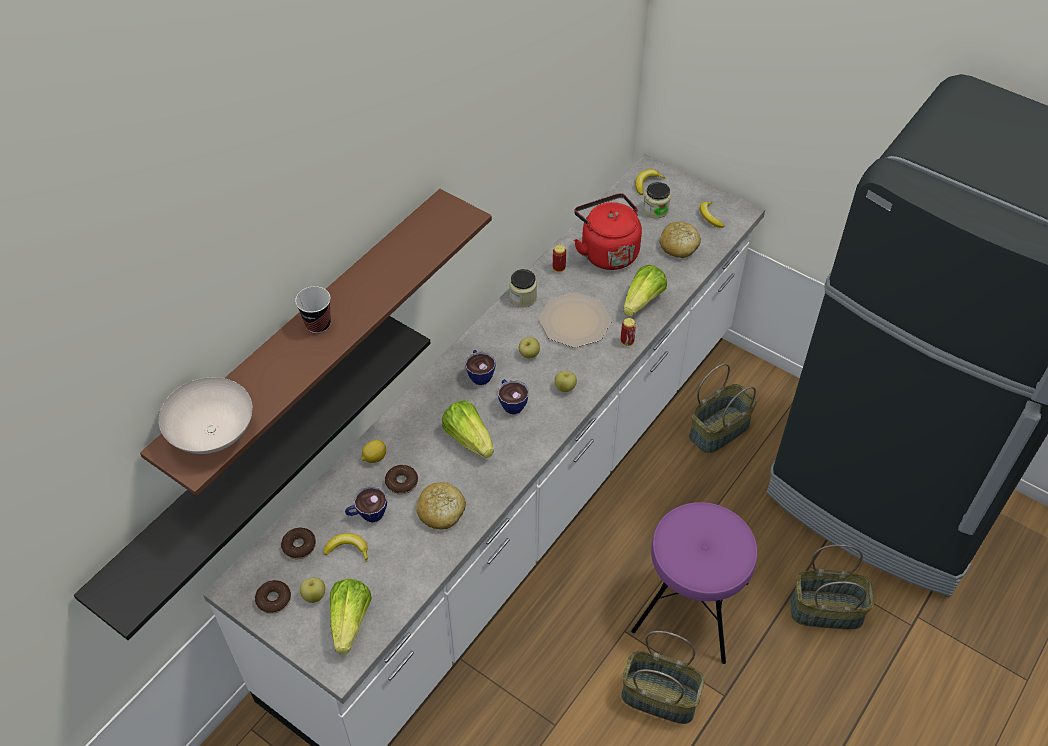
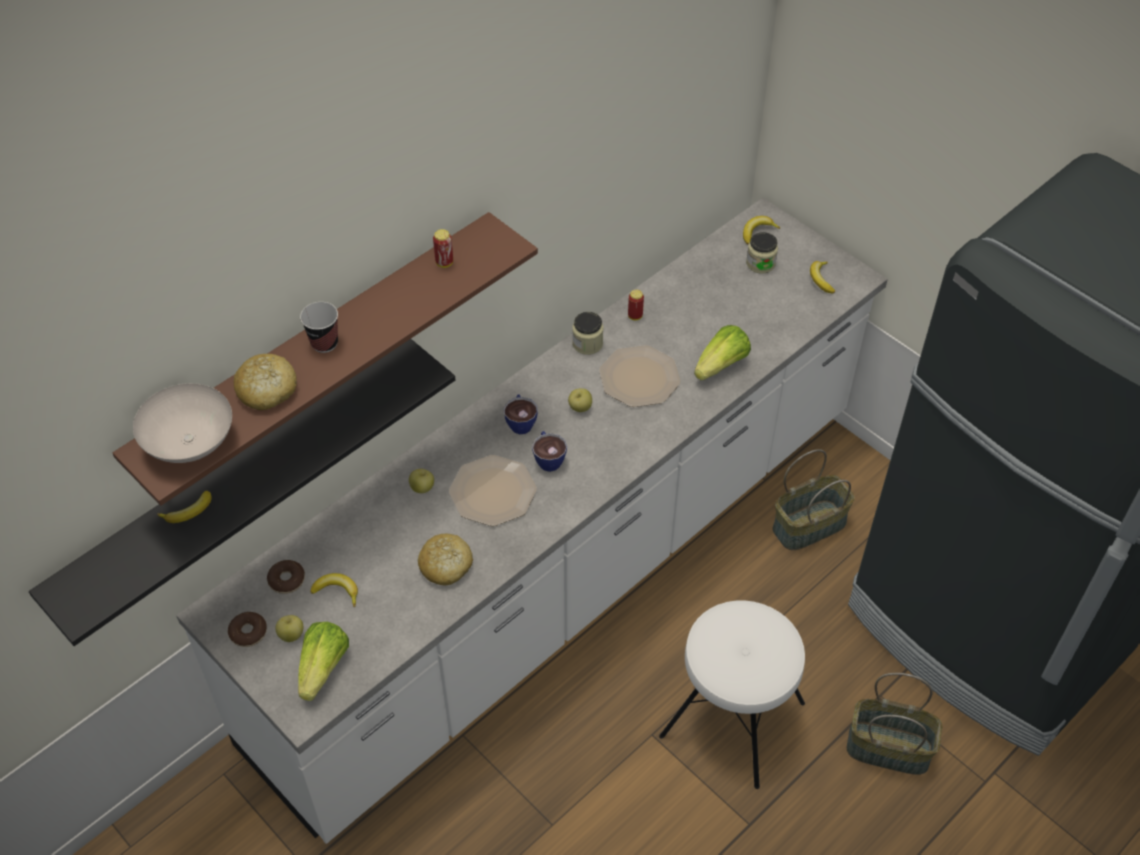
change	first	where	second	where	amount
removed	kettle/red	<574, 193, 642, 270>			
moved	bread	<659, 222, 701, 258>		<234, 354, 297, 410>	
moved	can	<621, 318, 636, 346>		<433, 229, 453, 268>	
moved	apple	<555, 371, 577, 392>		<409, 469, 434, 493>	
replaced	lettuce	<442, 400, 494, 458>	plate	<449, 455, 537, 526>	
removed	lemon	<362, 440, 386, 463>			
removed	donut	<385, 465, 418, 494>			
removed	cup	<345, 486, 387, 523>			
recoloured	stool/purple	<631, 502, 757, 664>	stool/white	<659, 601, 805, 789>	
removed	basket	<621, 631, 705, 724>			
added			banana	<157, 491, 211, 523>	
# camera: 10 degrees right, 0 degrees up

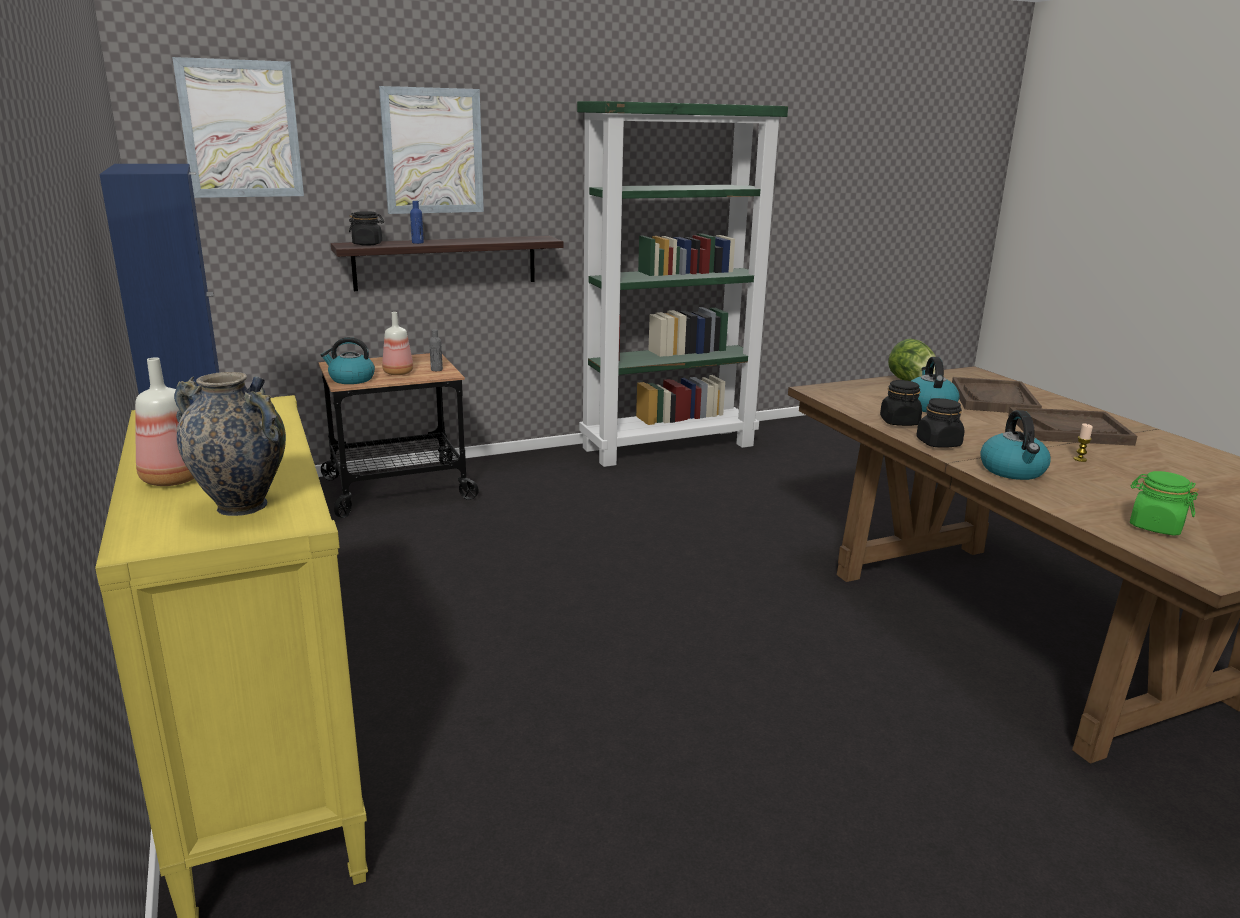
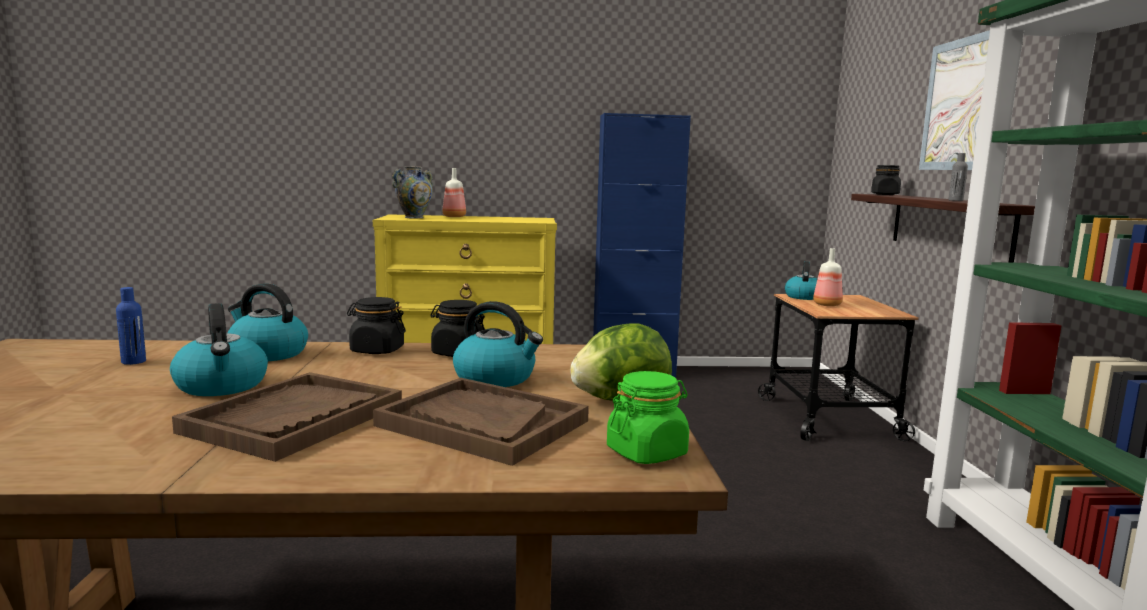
change	first	where	second	where	amount
removed	picture	<172, 57, 304, 198>			
moved	bottle/blue	<410, 201, 424, 244>		<116, 287, 146, 365>	
moved	bottle/grey	<429, 329, 443, 371>		<948, 153, 968, 201>	
replaced	candle	<1073, 423, 1093, 462>	kettle	<170, 303, 268, 396>	
moved	jar/green	<1130, 471, 1199, 535>		<607, 371, 689, 464>	
# camera: 110 degrees right, 10 degrees down

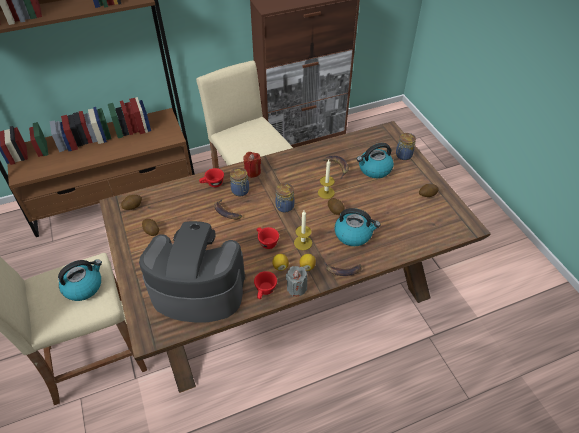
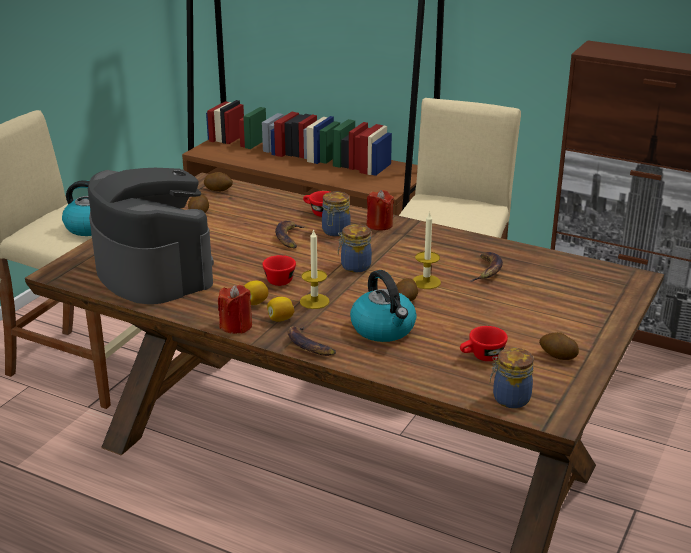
change	first	where	second	where	amount
moved	jar	<396, 133, 416, 160>		<490, 348, 534, 408>	
removed	kettle	<357, 143, 394, 178>			
recoloured	candle/grey	<286, 266, 307, 297>	candle/red	<218, 285, 252, 334>	
moved	cup/red	<254, 271, 277, 299>		<460, 326, 508, 361>	
# camera: 50 degrees right, 20 degrees down

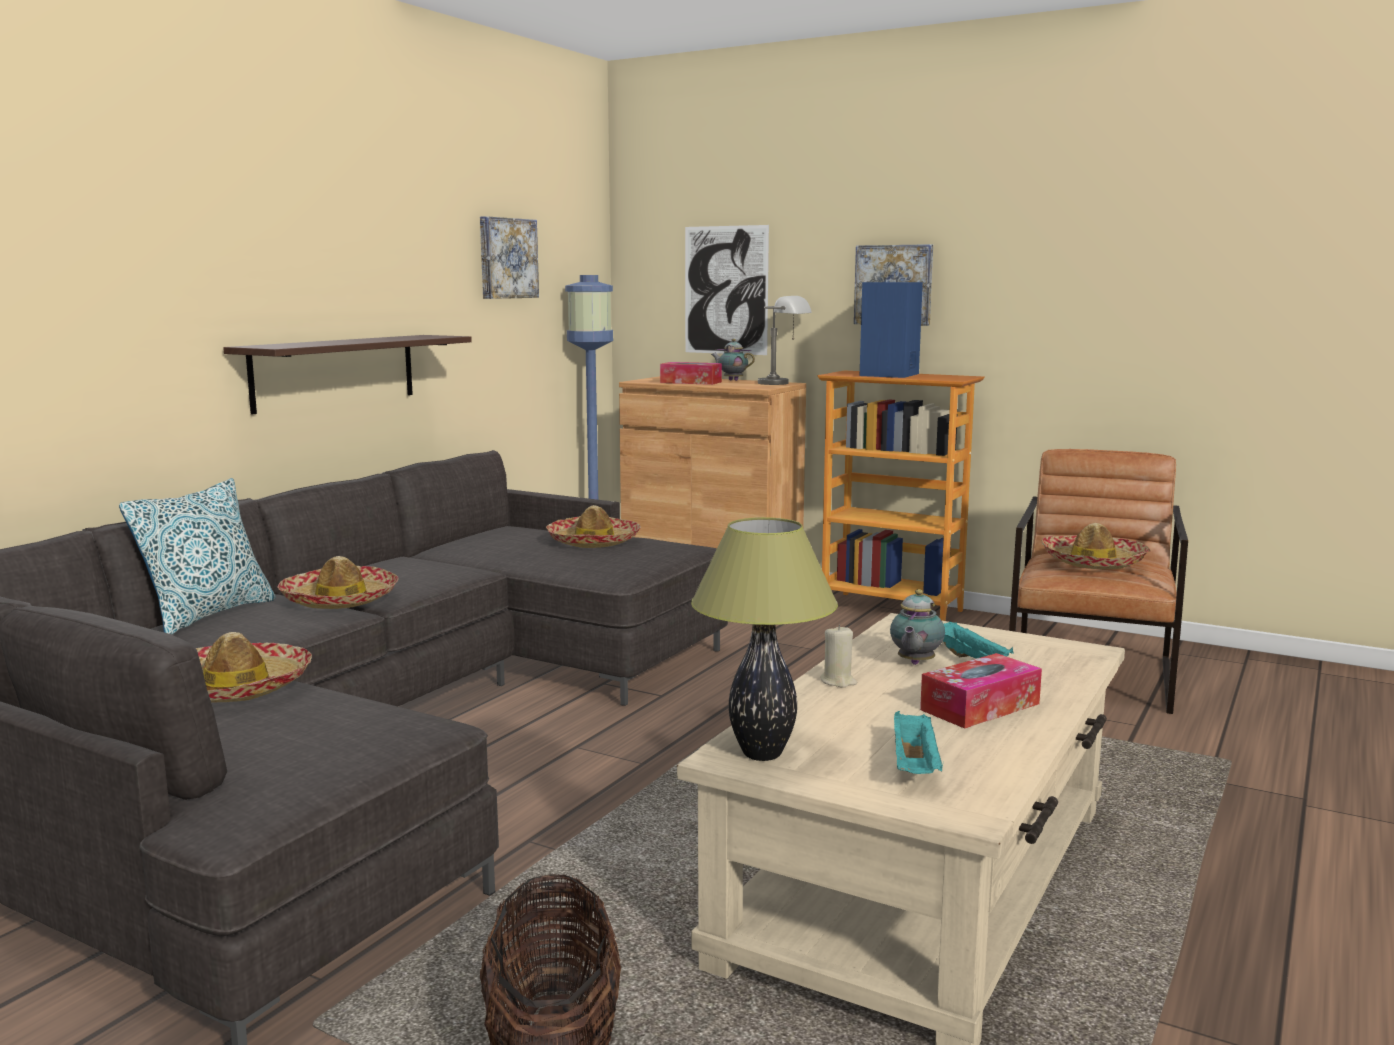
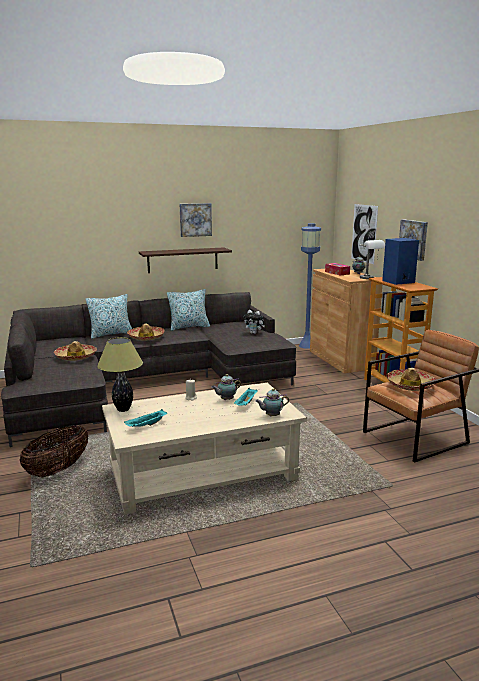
change	first	where	second	where	amount
moved	picture	<480, 216, 539, 299>		<180, 203, 212, 237>	
replaced	hat	<546, 505, 641, 548>	plush toy	<244, 310, 265, 334>	
removed	tissue box	<920, 653, 1042, 728>			
added			pillow	<167, 289, 210, 331>	
added			teapot	<255, 388, 289, 416>	
# camera: 40 degrees right, 5 degrees up

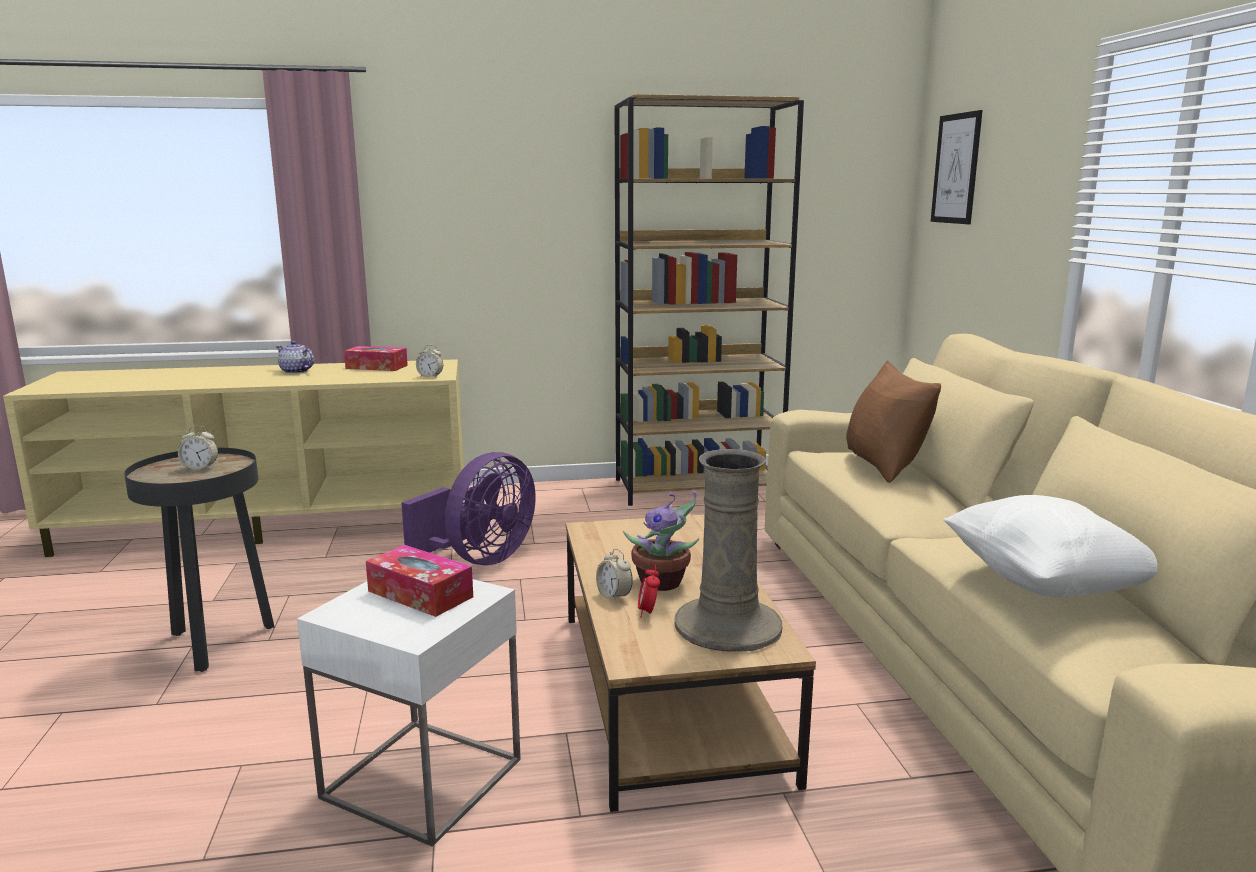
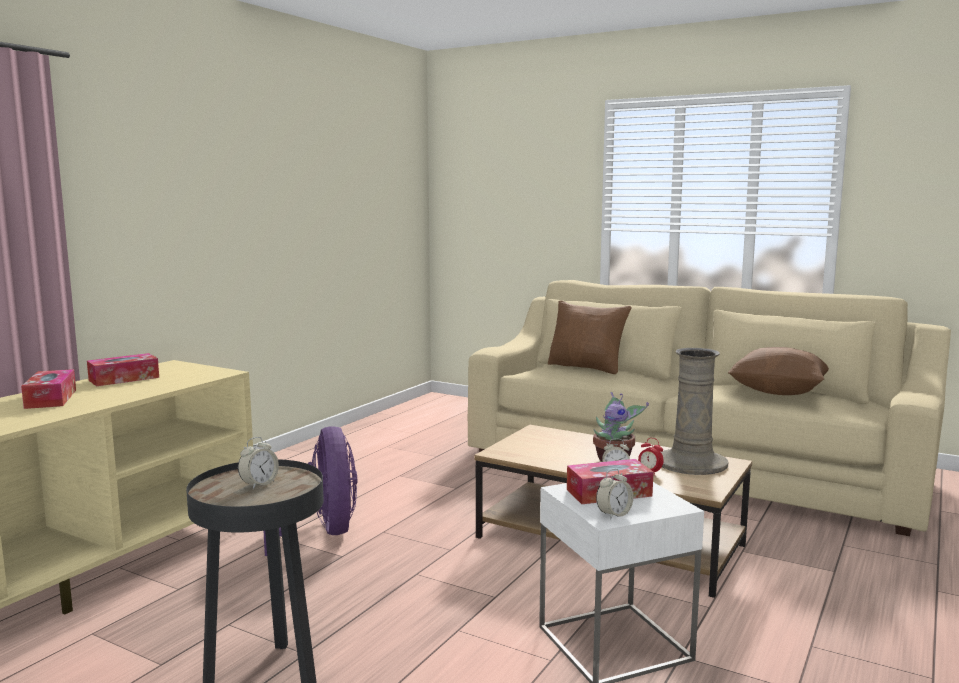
change	first	where	second	where	amount
removed	bookcase/brown	<615, 94, 804, 506>			
removed	picture	<931, 110, 983, 224>			
replaced	teapot	<276, 341, 314, 374>	tissue box	<21, 369, 76, 409>	
moved	alarm clock	<416, 345, 443, 378>		<596, 469, 633, 520>	
recoloured	pillow/white	<943, 495, 1158, 597>	pillow/brown	<728, 347, 829, 395>	
# camera: 50 degrees left, 5 degrees down

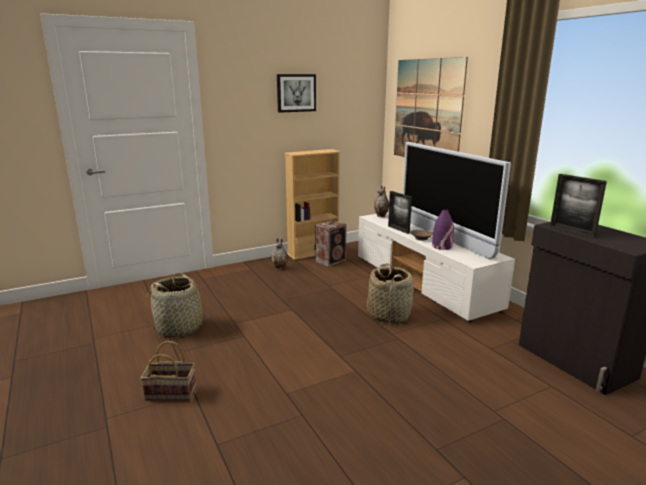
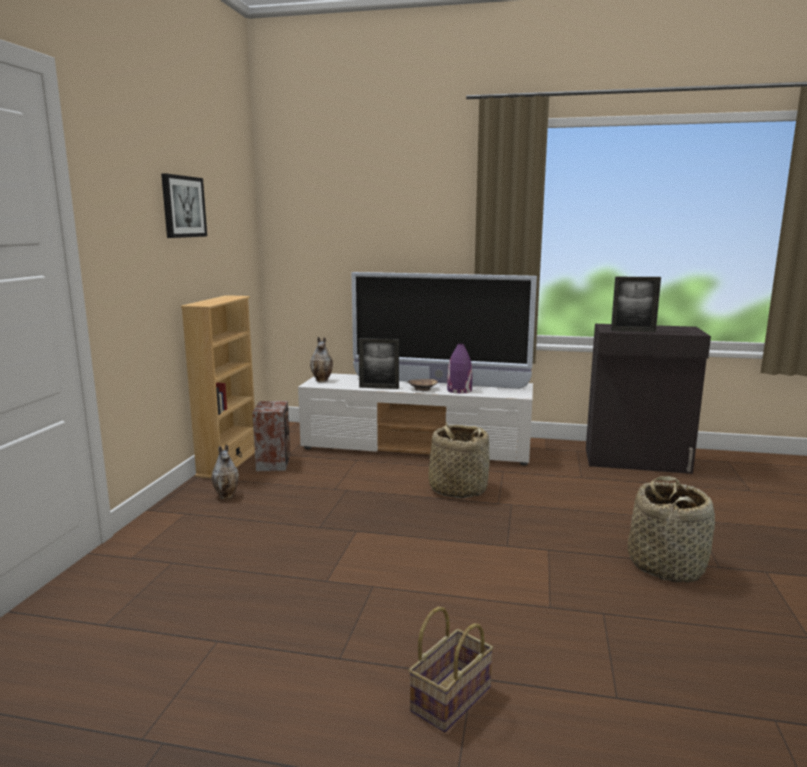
change	first	where	second	where	amount
removed	picture	<394, 57, 468, 157>			
moved	basket	<147, 273, 213, 337>		<628, 476, 715, 583>	
# camera: 50 degrees left, 5 degrees down

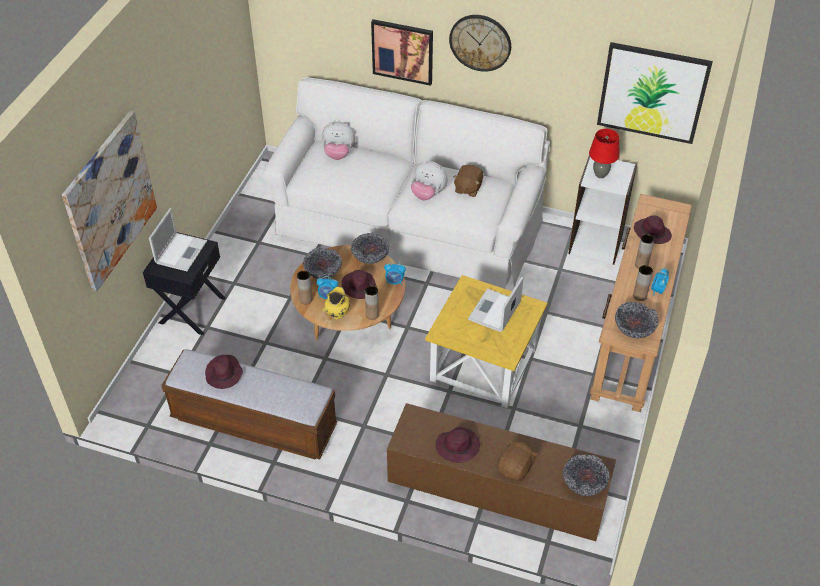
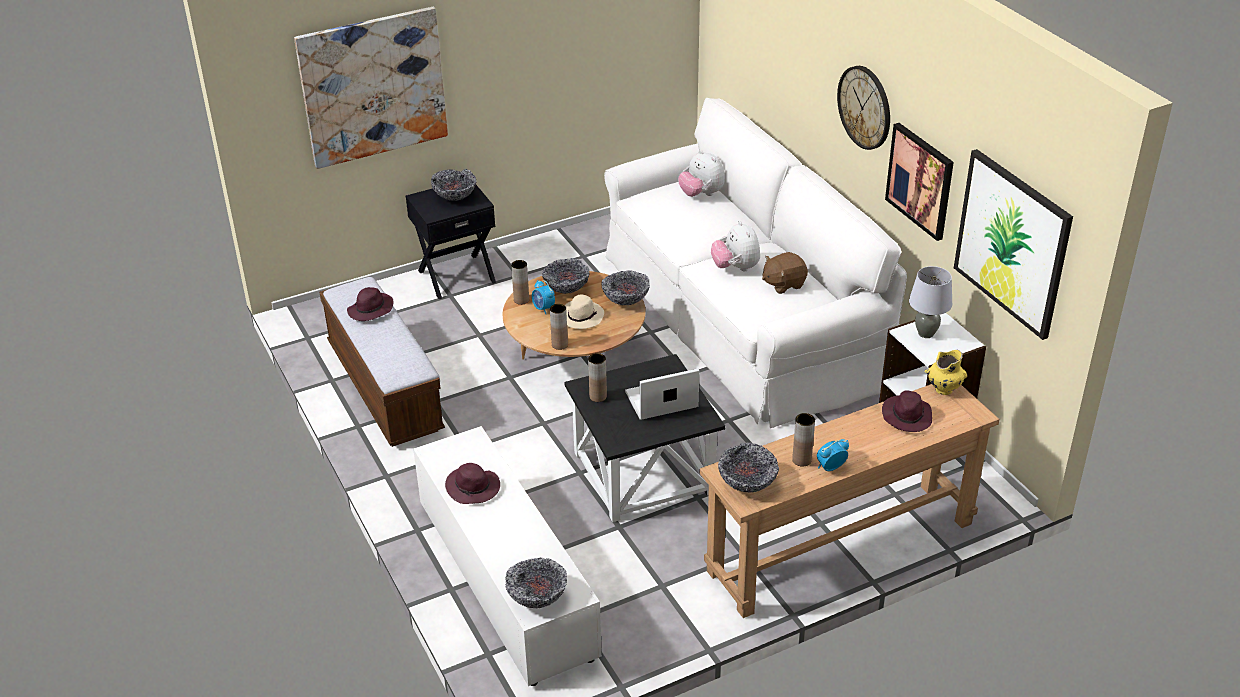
change	first	where	second	where	amount
moved	picture	<371, 19, 433, 86>		<885, 123, 954, 241>	
recoloured	table lamp/red	<589, 129, 620, 178>	table lamp/grey	<909, 266, 952, 338>	
replaced	laptop	<149, 208, 207, 271>	bowl	<431, 169, 476, 201>	
moved	vase/brown	<635, 234, 654, 269>		<588, 353, 607, 402>	
removed	alarm clock	<384, 262, 406, 285>			
recoloured	hat/purple	<341, 270, 377, 299>	hat/beige	<565, 294, 604, 329>	
recoloured	side table/yellow	<425, 275, 548, 408>	side table/black	<564, 354, 725, 522>	
moved	vase/yellow	<323, 287, 350, 319>		<925, 350, 967, 395>	
recoloured	tv stand/brown	<387, 403, 616, 541>	tv stand/white	<413, 426, 602, 686>	
removed	plush toy/brown	<497, 439, 538, 482>			
# camera: 45 degrees right, 10 degrees down

